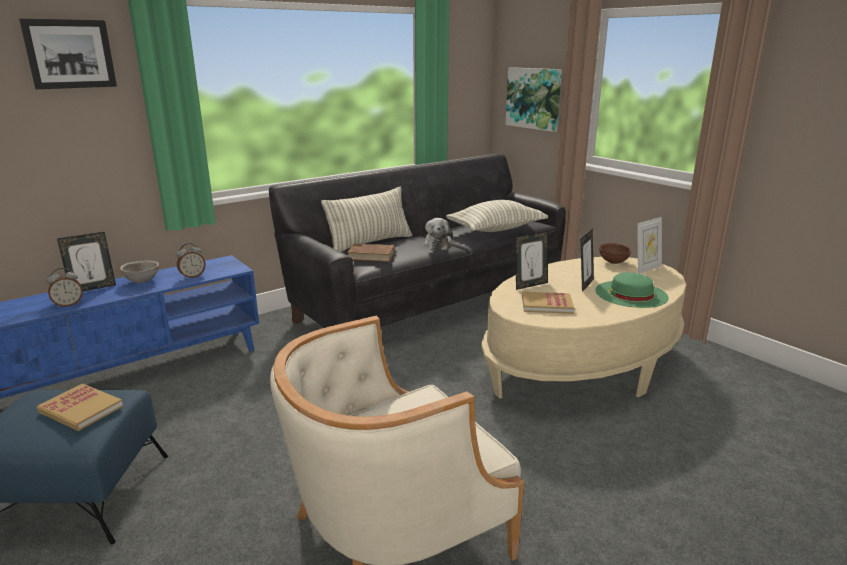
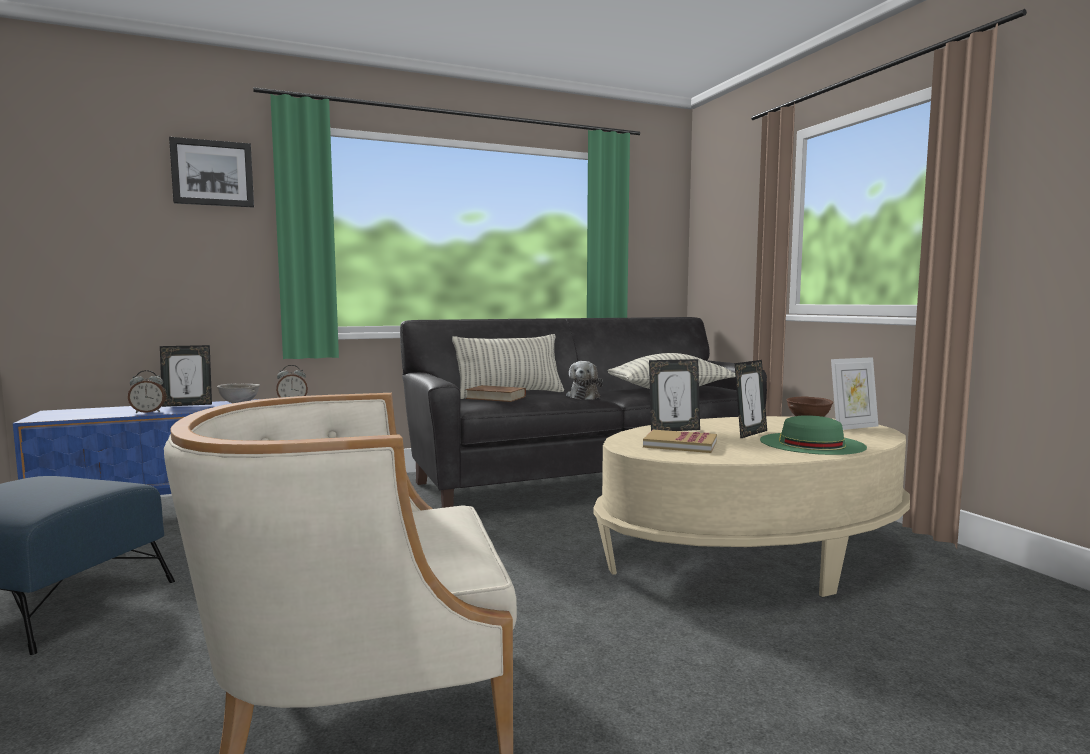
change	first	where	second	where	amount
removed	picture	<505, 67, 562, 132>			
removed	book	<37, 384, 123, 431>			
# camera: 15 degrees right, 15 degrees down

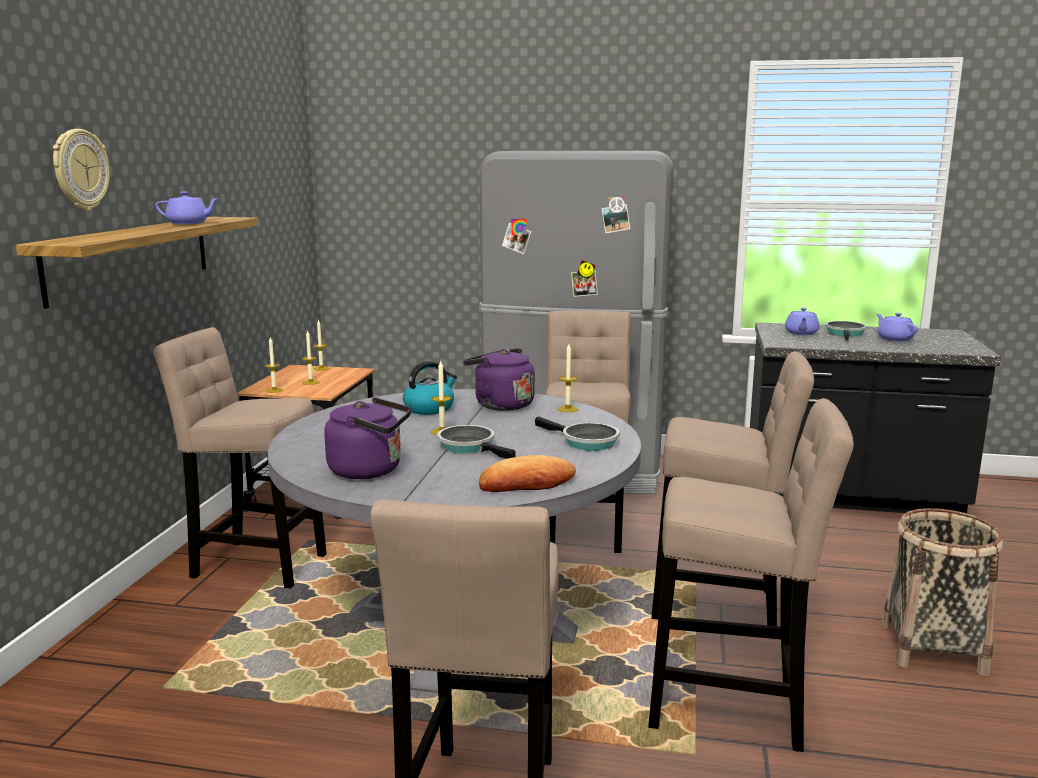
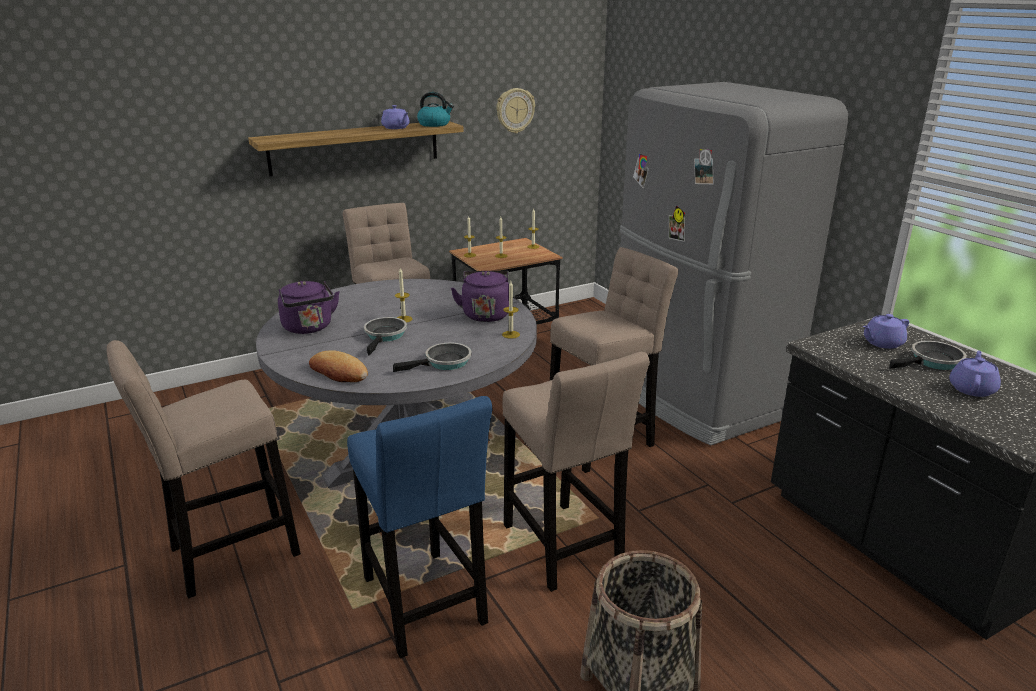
change	first	where	second	where	amount
moved	wall clock	<53, 129, 110, 210>		<496, 88, 535, 133>	
moved	kettle	<403, 361, 457, 415>		<417, 92, 454, 127>	
recoloured	stool/beige	<648, 398, 854, 752>	stool/blue	<347, 396, 492, 659>	
turned	frying pan	<535, 417, 620, 451>		<393, 342, 471, 372>	120 degrees counterclockwise
# camera: 50 degrees right, 10 degrees up

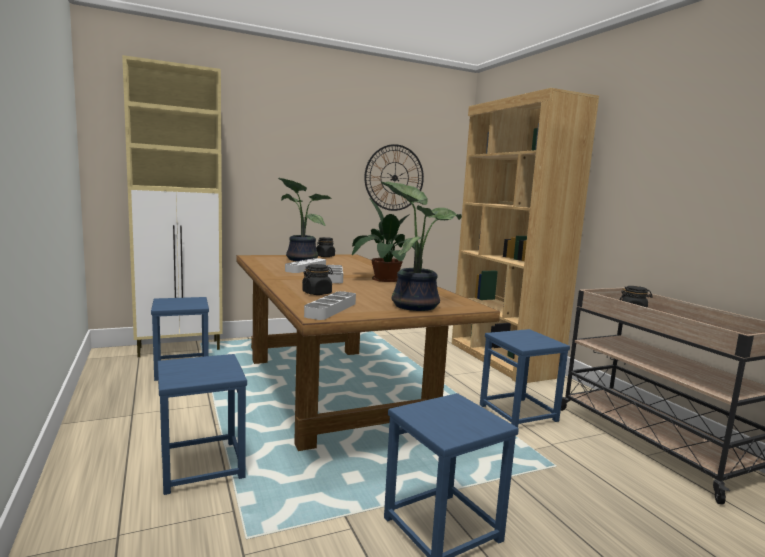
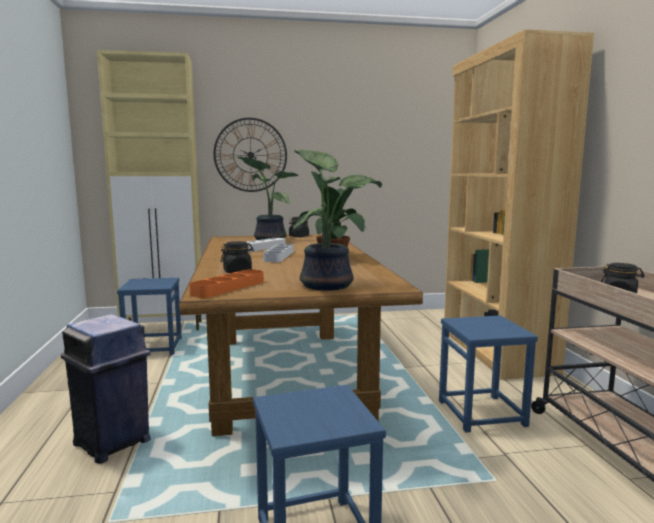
change	first	where	second	where	amount
moved	wall clock	<364, 144, 424, 211>		<214, 118, 287, 192>	
recoloured	tray/grey	<304, 291, 356, 320>	tray/orange	<189, 269, 264, 298>	
replaced	stool/blue	<158, 354, 247, 495>	trash can/blue	<61, 314, 151, 464>	
# camera: 15 degrees right, 0 degrees up

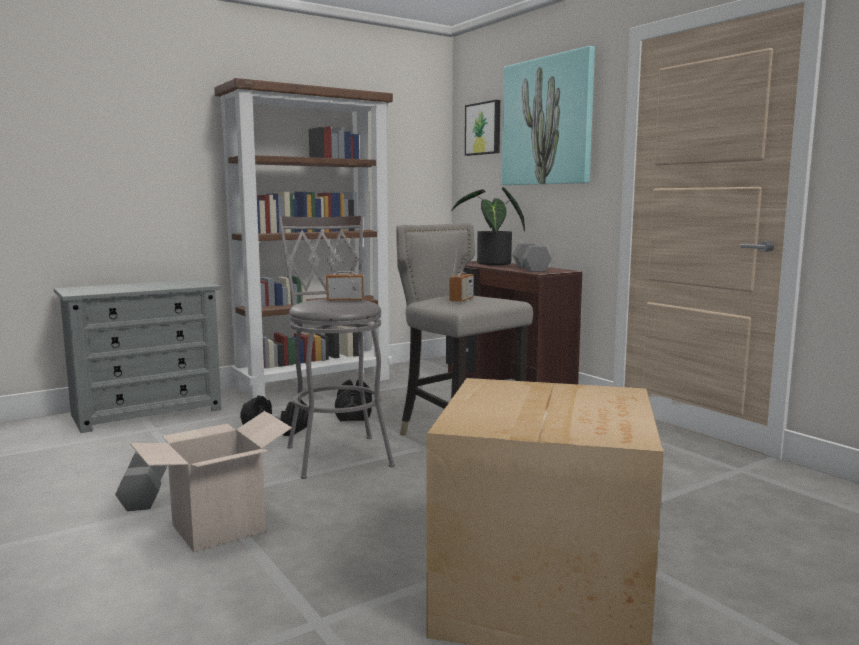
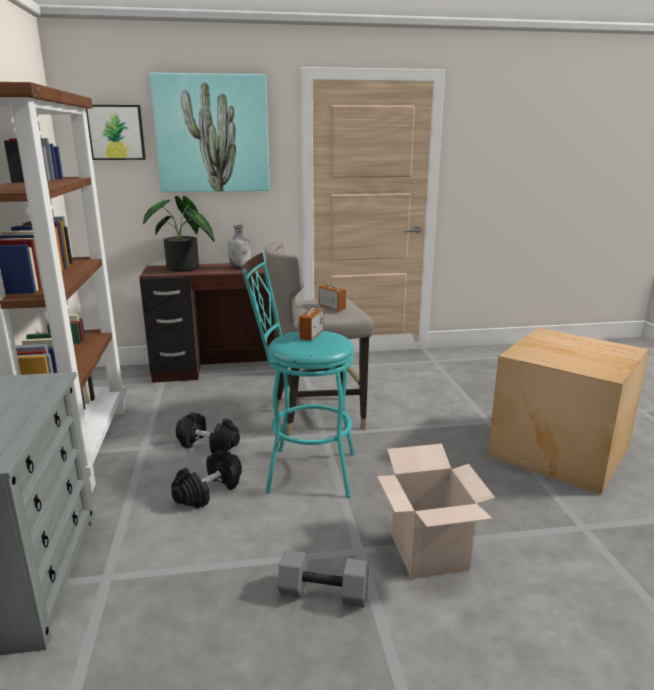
change	first	where	second	where	amount
recoloured	stool/grey	<278, 216, 395, 479>	stool/turquoise	<242, 252, 355, 498>	
replaced	dumbbell/grey	<512, 243, 552, 272>	bottle/grey	<228, 225, 251, 268>	
# camera: 65 degrees left, 10 degrees up

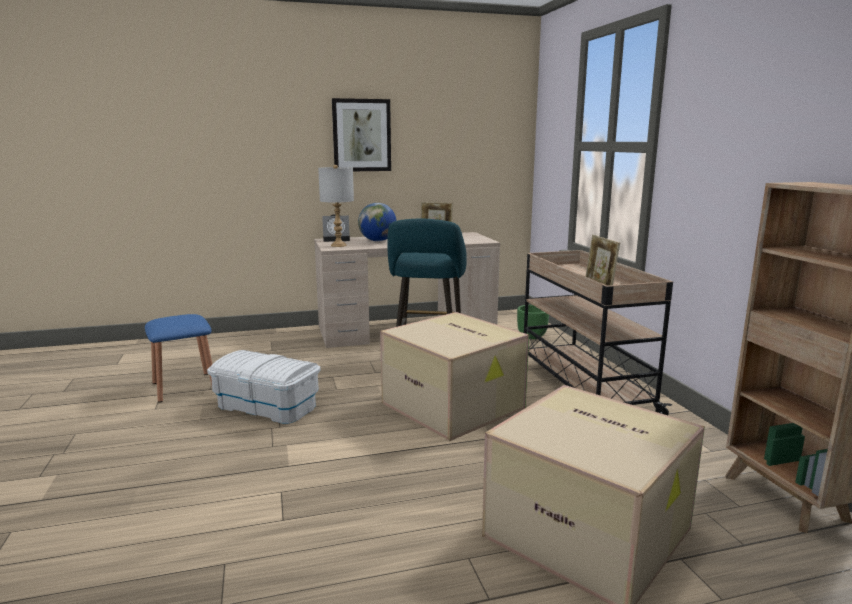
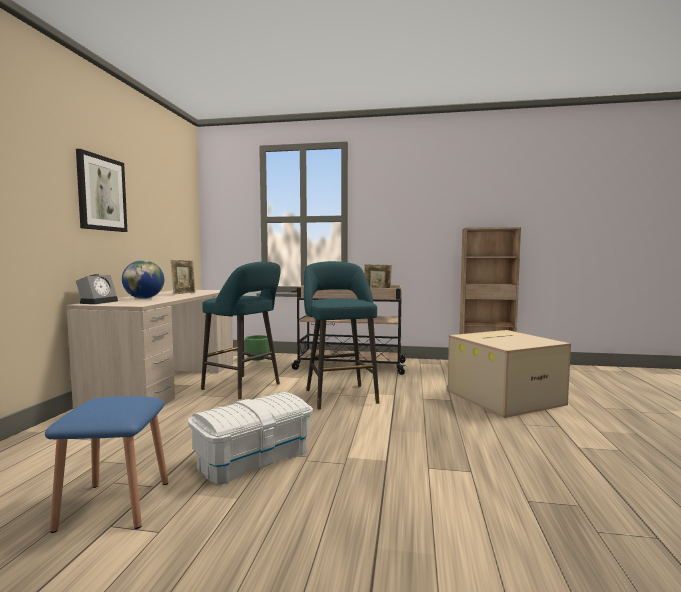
change	first	where	second	where	amount
removed	table lamp/grey	<318, 165, 354, 247>			
replaced	cardboard box	<380, 312, 529, 441>	stool/turquoise	<304, 261, 379, 409>	
# camera: 65 degrees left, 10 degrees down

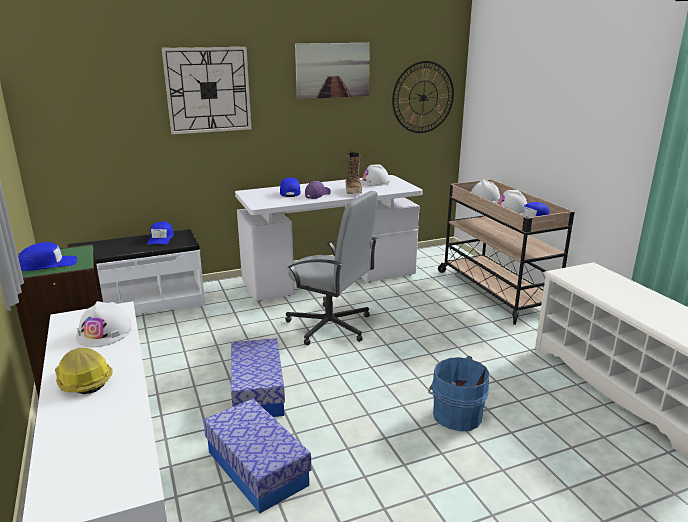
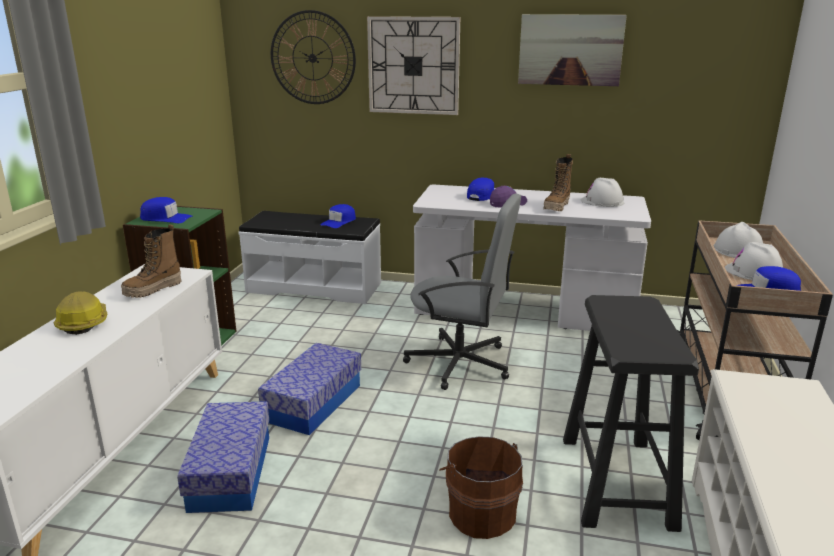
change	first	where	second	where	amount
moved	wall clock	<392, 61, 454, 133>		<271, 10, 356, 104>	
turned	office chair/grey	<285, 191, 378, 345>		<403, 193, 521, 390>	45 degrees counterclockwise
replaced	hard hat/white	<76, 301, 132, 347>	boot	<121, 224, 181, 298>	
recoloured	bucket/blue	<428, 356, 489, 431>	bucket/brown	<439, 436, 523, 539>	
added			stool/black	<563, 295, 699, 532>	
# camera: 35 degrees right, 0 degrees up

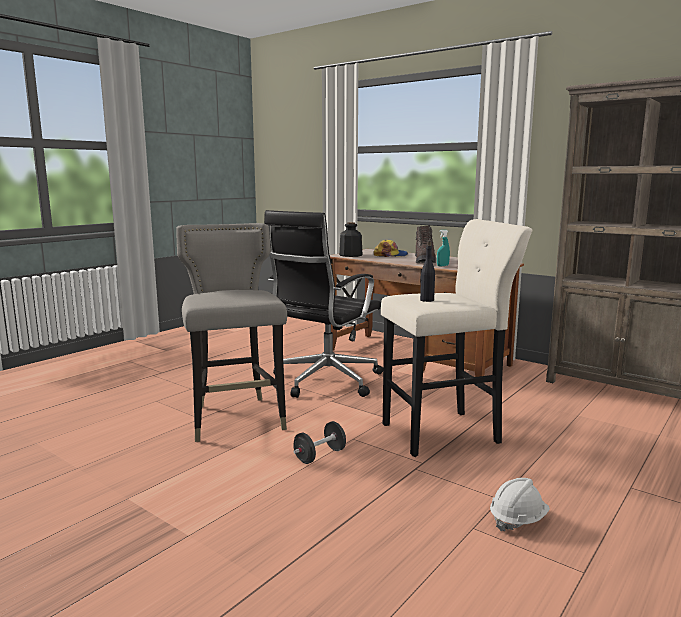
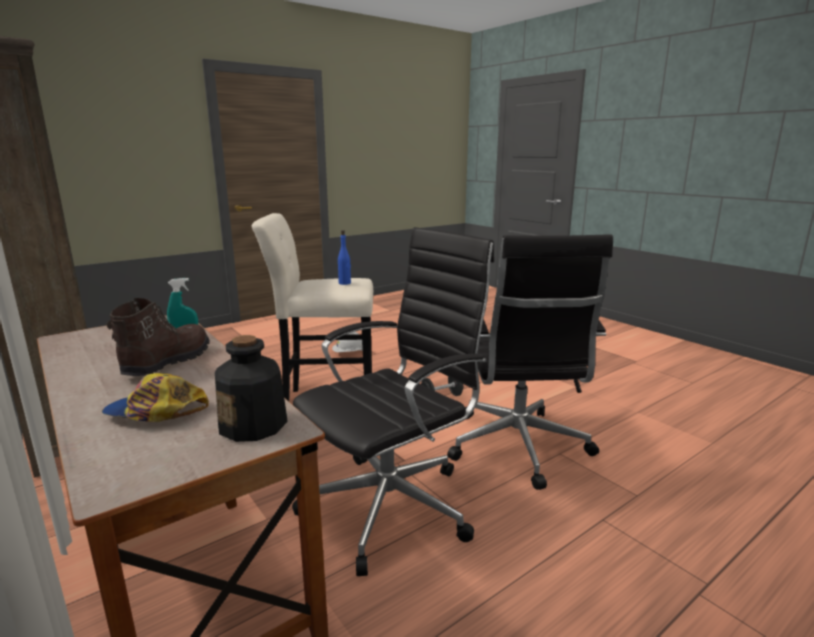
change	first	where	second	where	amount
replaced	stool/grey	<176, 223, 287, 442>	office chair/black	<447, 235, 613, 490>	
recoloured	bottle/black	<420, 240, 435, 302>	bottle/blue	<338, 230, 351, 285>	
# camera: 165 degrees left, 5 degrees up

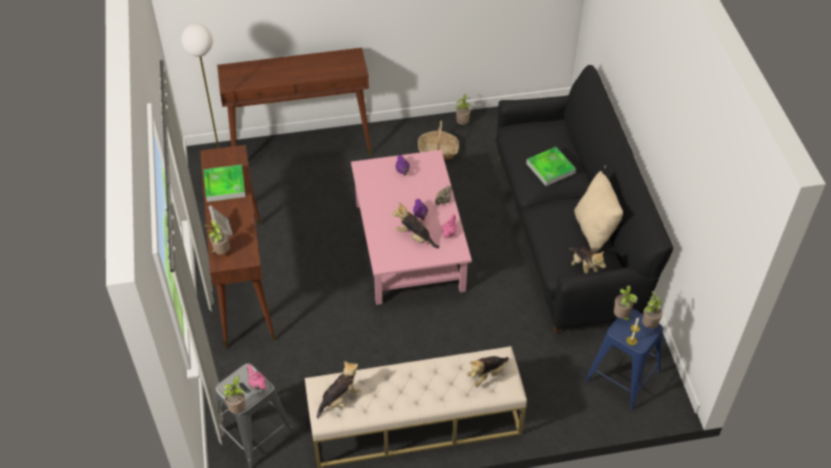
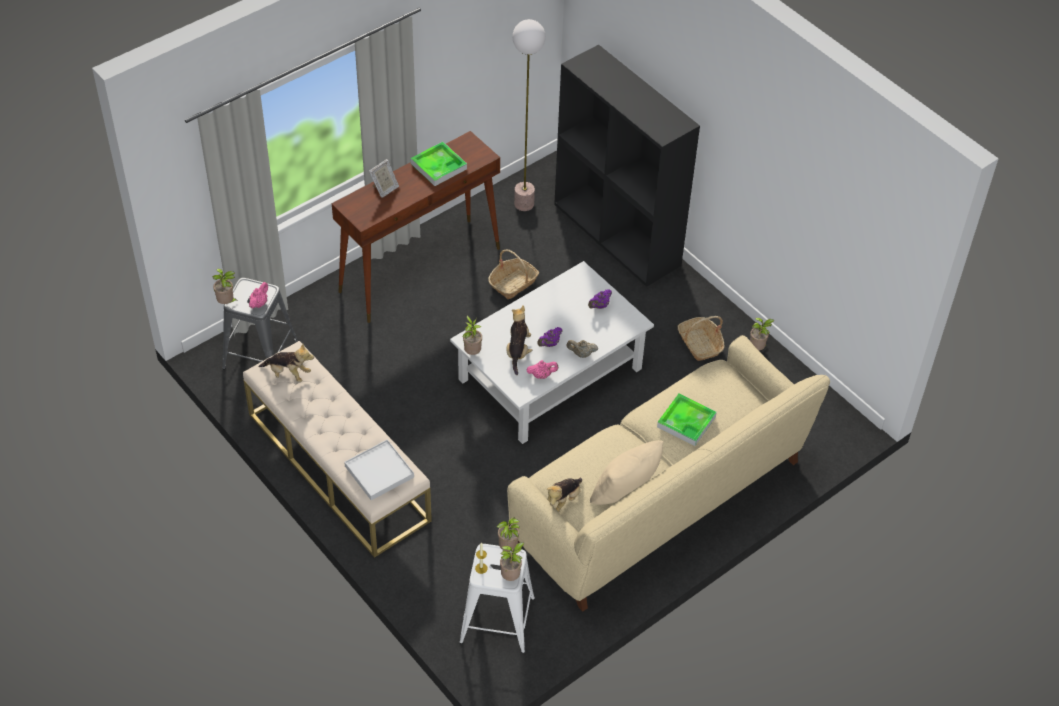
change	first	where	second	where	amount
replaced	console table/brown	<217, 48, 372, 156>	bookcase/black	<554, 45, 700, 287>	
recoloured	sofa/black	<496, 65, 673, 334>	sofa/beige	<507, 335, 830, 612>	
recoloured	coffee table/pink	<351, 150, 472, 305>	coffee table/white	<450, 261, 654, 444>	
moved	potted plant	<204, 220, 230, 254>		<462, 315, 482, 355>	
recoloured	stool/blue	<585, 308, 663, 410>	stool/white	<459, 544, 535, 653>	
replaced	plush toy	<467, 356, 509, 387>	tray/white	<344, 440, 414, 500>	
added			basket	<488, 249, 539, 299>	
# camera: 60 degrees right, 0 degrees up

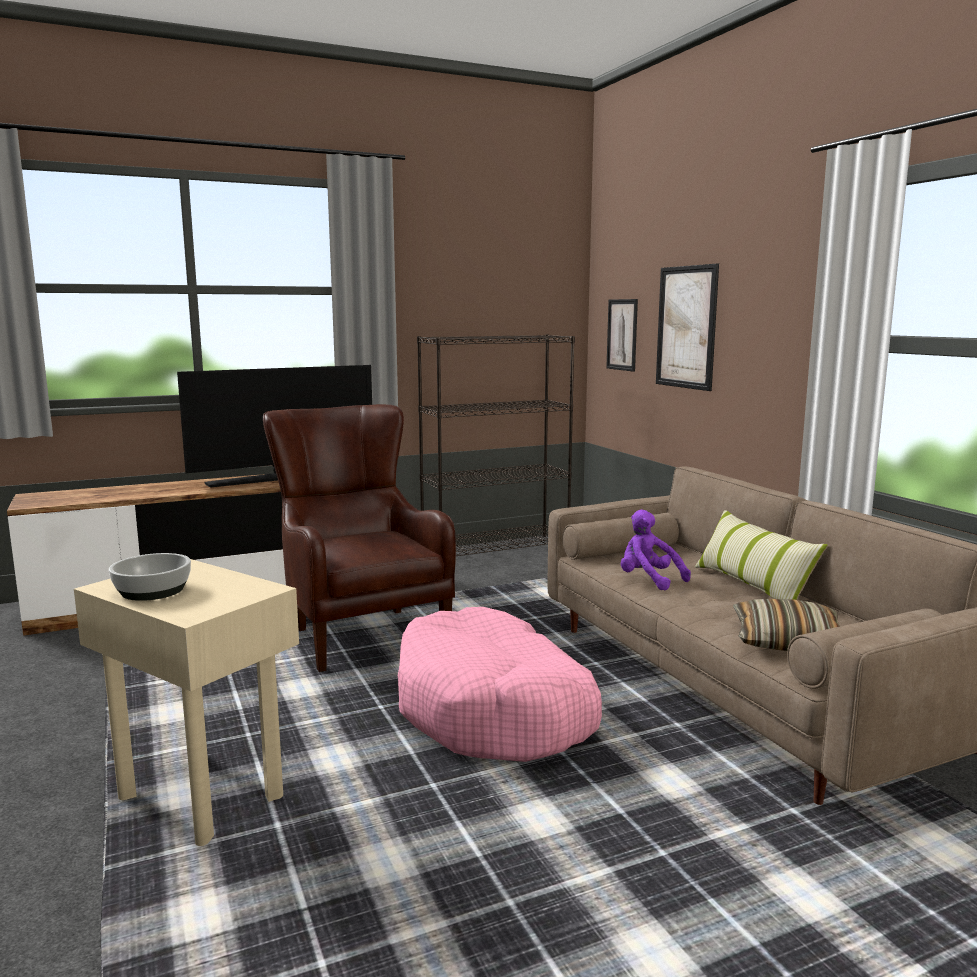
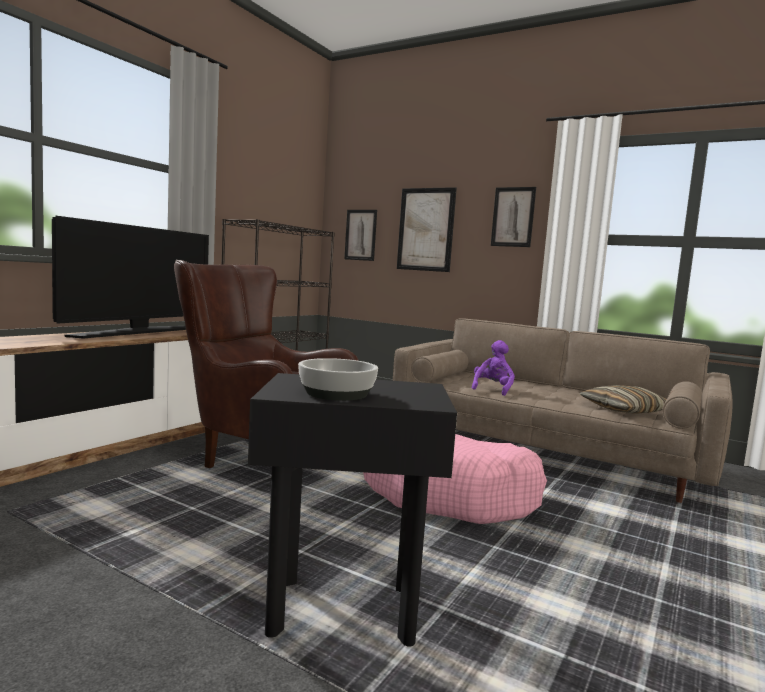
change	first	where	second	where	amount
turned	plush toy/purple	<621, 509, 691, 590>		<472, 340, 515, 396>	105 degrees clockwise
removed	pillow	<695, 510, 828, 600>			
recoloured	side table/beige	<74, 559, 299, 846>	side table/black	<248, 373, 457, 647>	
added			picture	<491, 187, 536, 247>	
# camera: 35 degrees left, 5 degrees down

